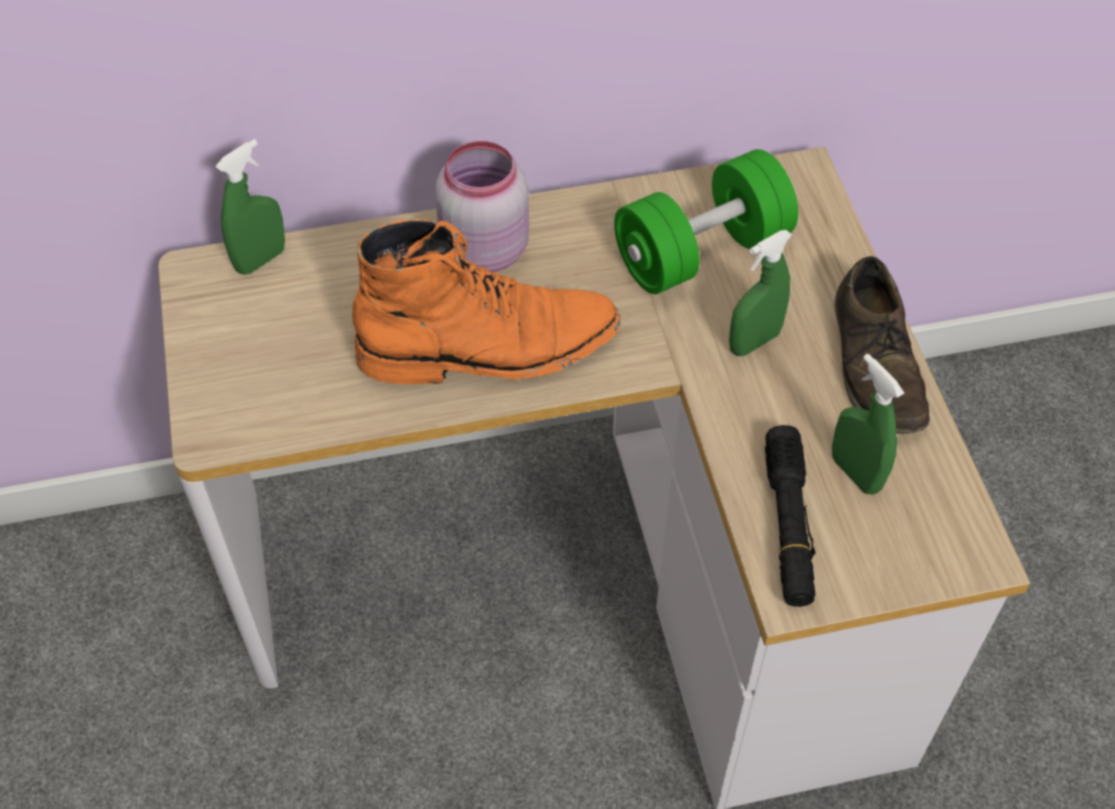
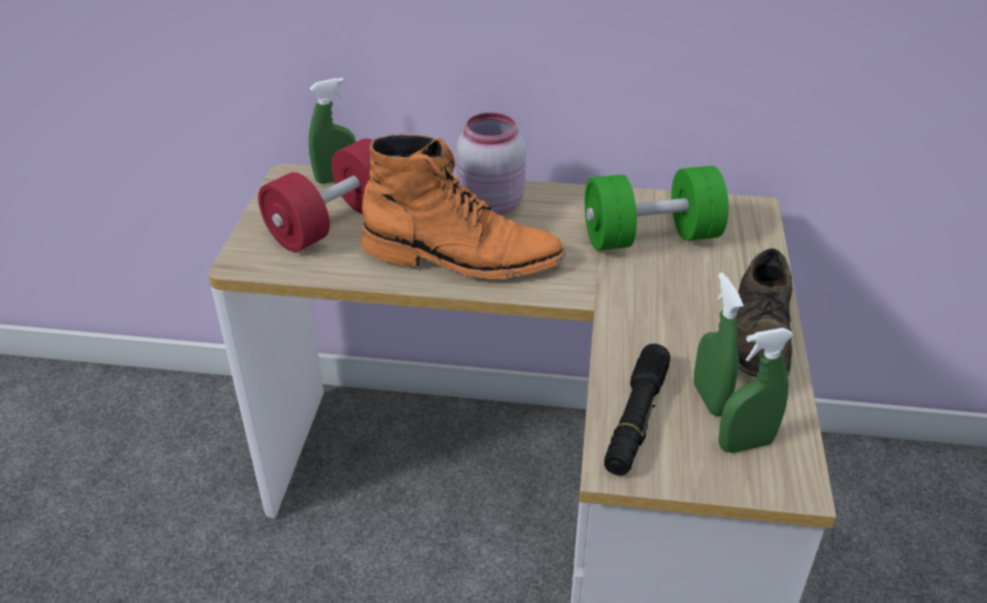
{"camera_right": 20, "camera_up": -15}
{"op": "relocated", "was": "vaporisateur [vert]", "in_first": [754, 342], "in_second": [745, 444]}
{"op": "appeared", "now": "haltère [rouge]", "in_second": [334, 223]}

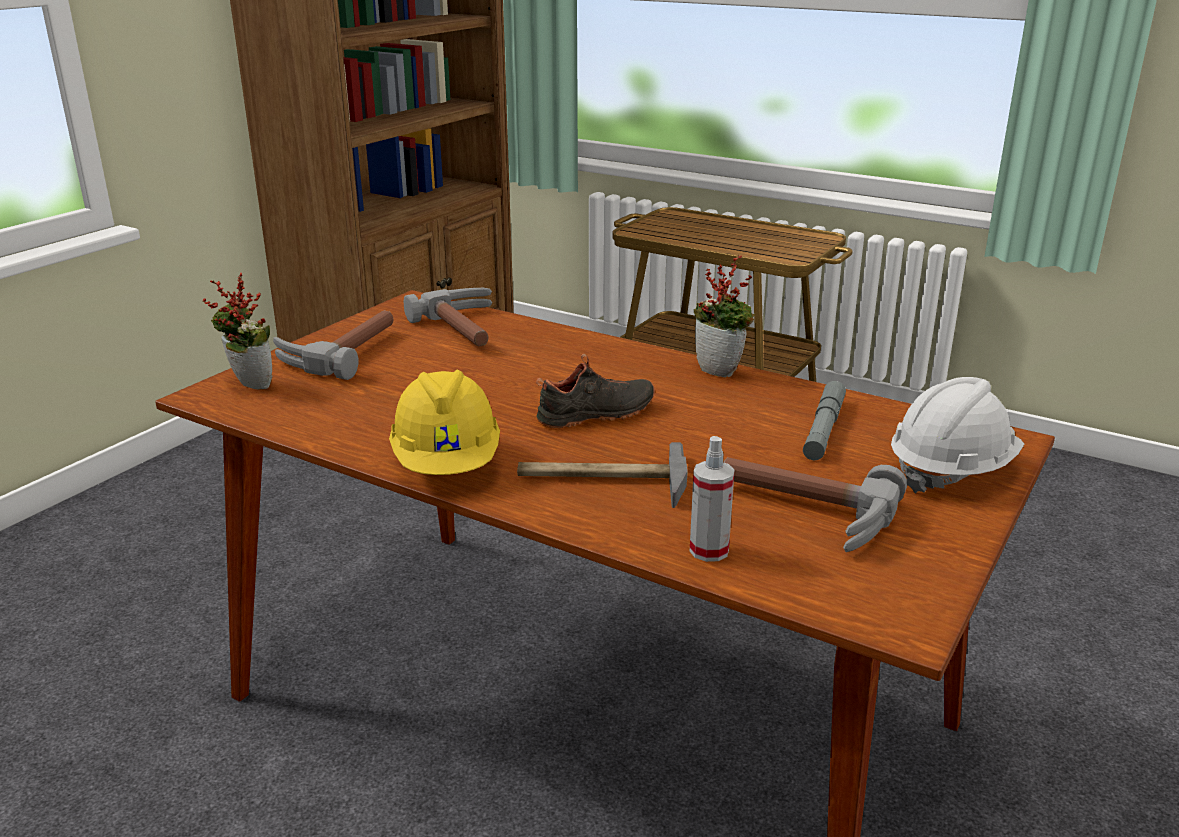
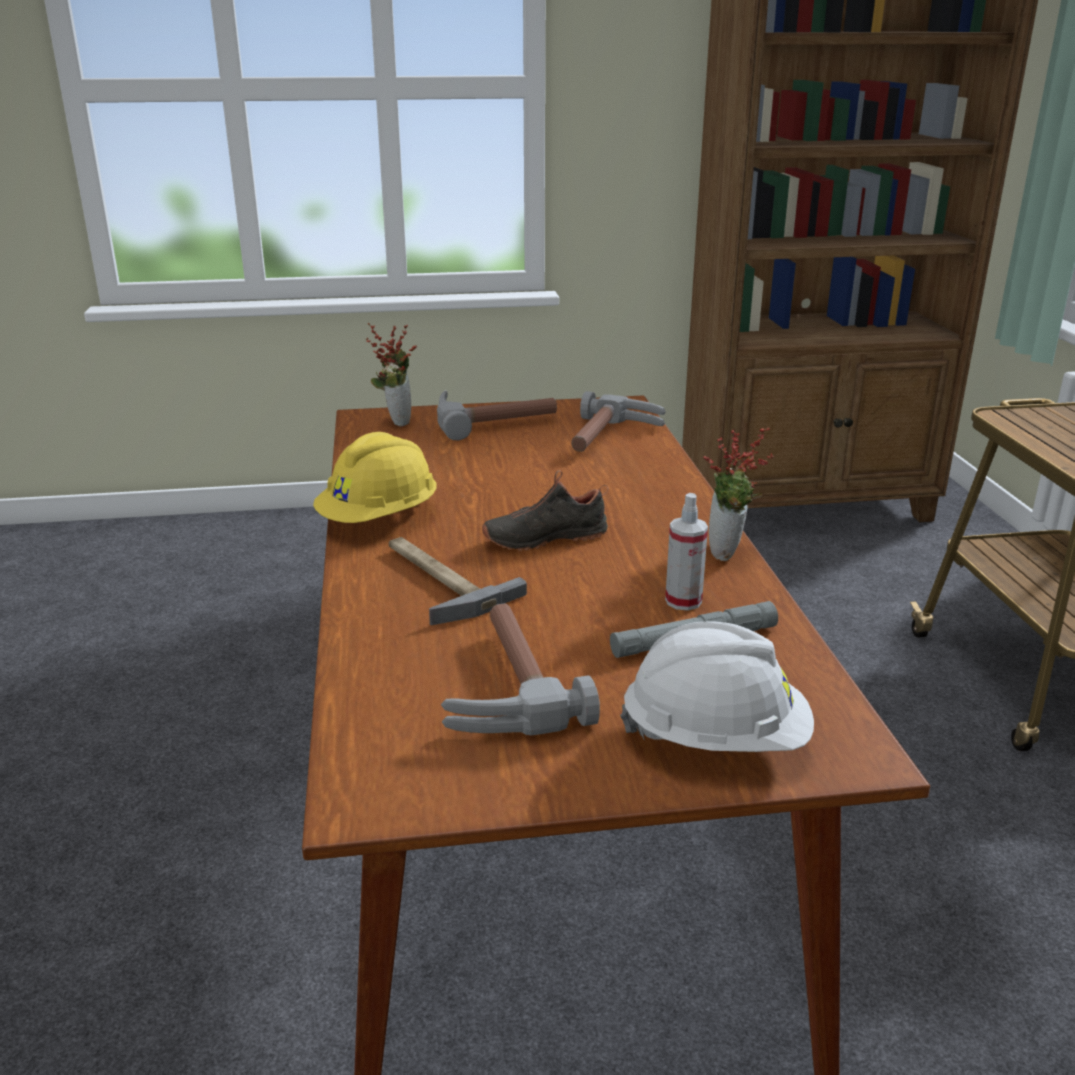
{"camera_right": 50, "camera_up": 0}
{"op": "spun", "was": "chaussure [noir]", "in_first": [597, 415], "in_second": [544, 537], "clockwise": 135}
{"op": "relocated", "was": "vaporisateur", "in_first": [709, 550], "in_second": [683, 601]}

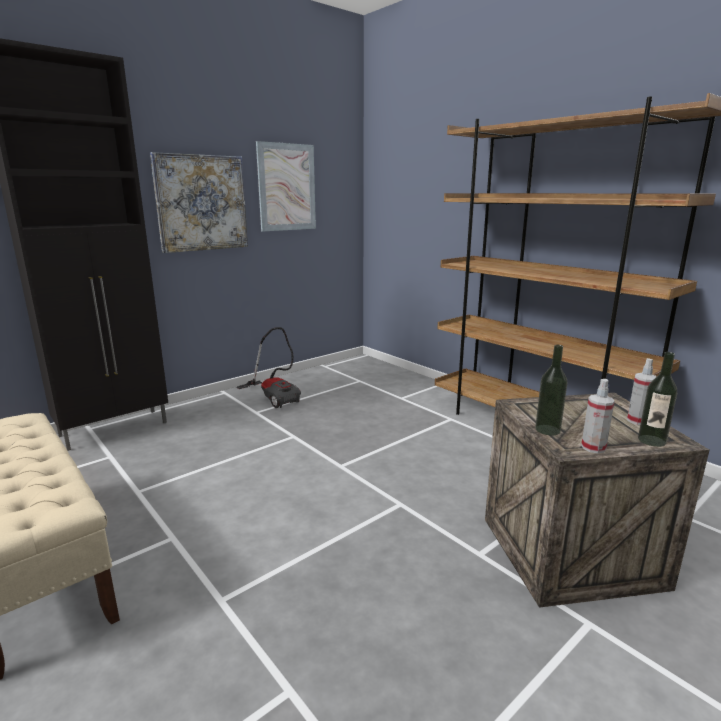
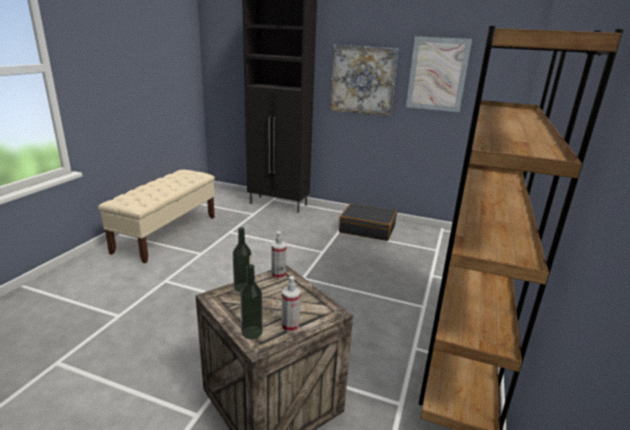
{"camera_right": 60, "camera_up": 5}
{"op": "exchanged", "was": "aspirateur", "now": "valise [noir]", "in_first": [275, 396], "in_second": [367, 229]}
{"op": "relocated", "was": "vaporisateur", "in_first": [593, 447], "in_second": [278, 275]}

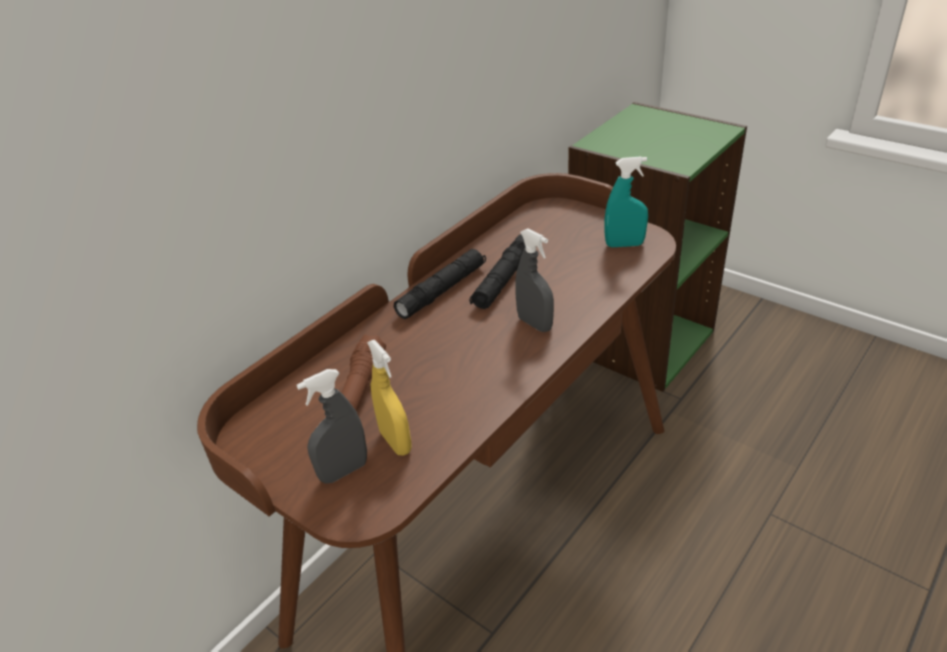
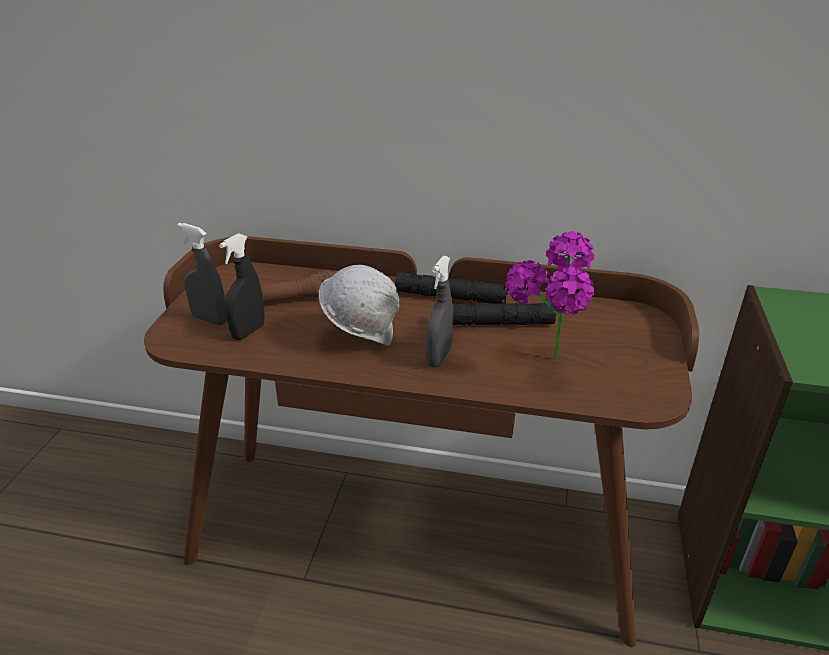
{"camera_right": 60, "camera_up": -5}
{"op": "missing", "was": "vaporisateur [turquoise]", "in_first": [624, 244]}
{"op": "colour", "was": "vaporisateur [jaune]", "now": "vaporisateur [noir]", "in_first": [395, 442], "in_second": [248, 332]}
{"op": "appeared", "now": "plante en pot", "in_second": [544, 366]}
{"op": "appeared", "now": "casque de chantier [blanc]", "in_second": [362, 338]}

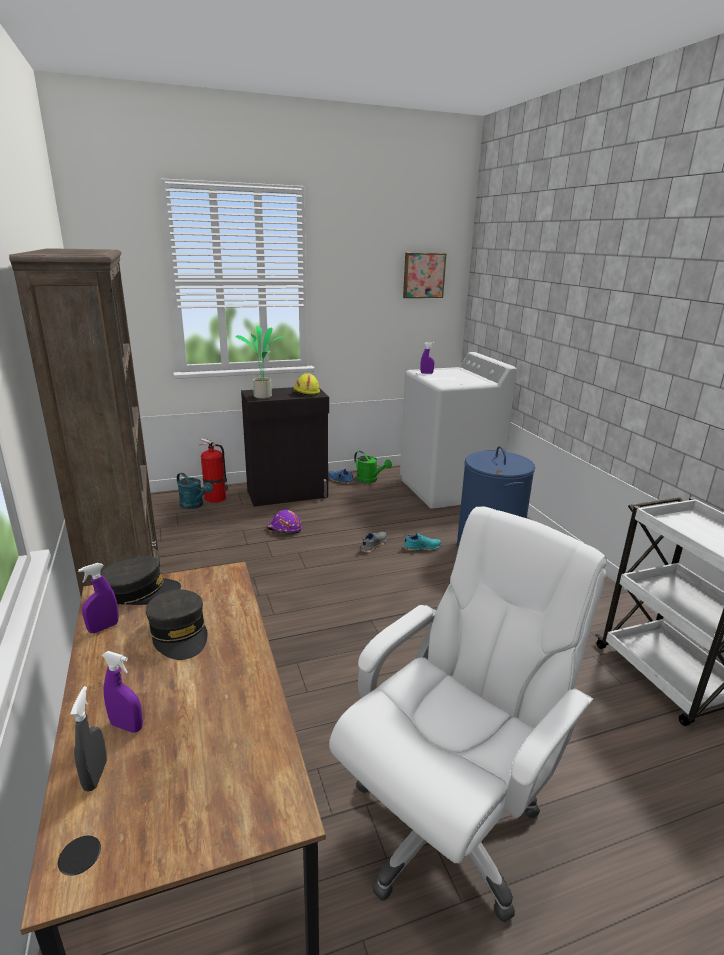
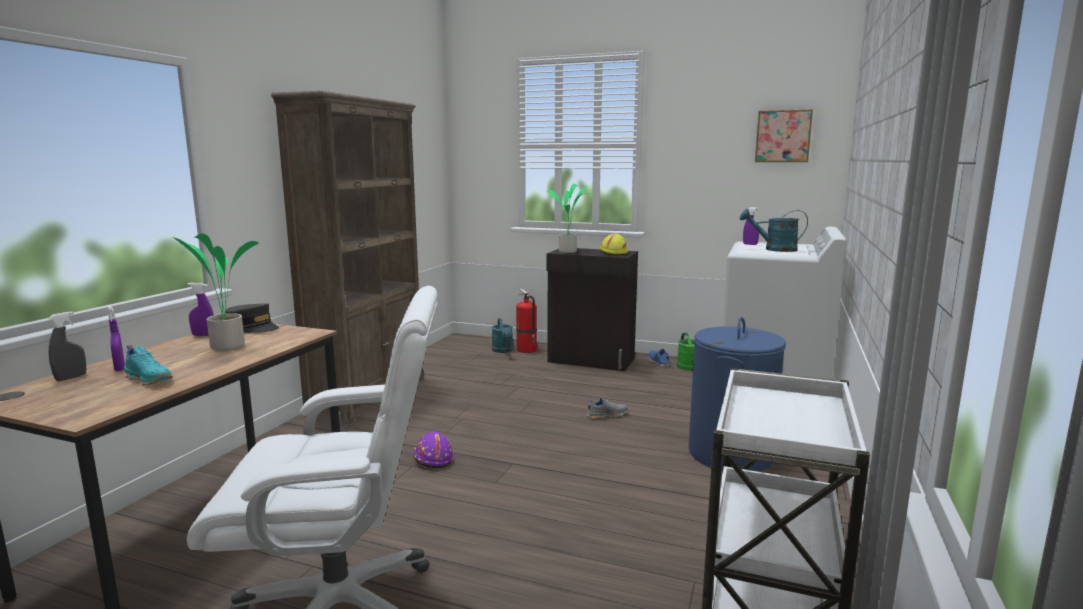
{"camera_right": 40, "camera_up": -10}
{"op": "relocated", "was": "casque de chantier [violet]", "in_first": [284, 529], "in_second": [432, 459]}
{"op": "relocated", "was": "chaussure [turquoise]", "in_first": [421, 547], "in_second": [150, 379]}
{"op": "exchanged", "was": "casquette [gris]", "now": "plante en pot", "in_first": [179, 633], "in_second": [225, 347]}
{"op": "appeared", "now": "arrosoir [turquoise]", "in_second": [774, 249]}

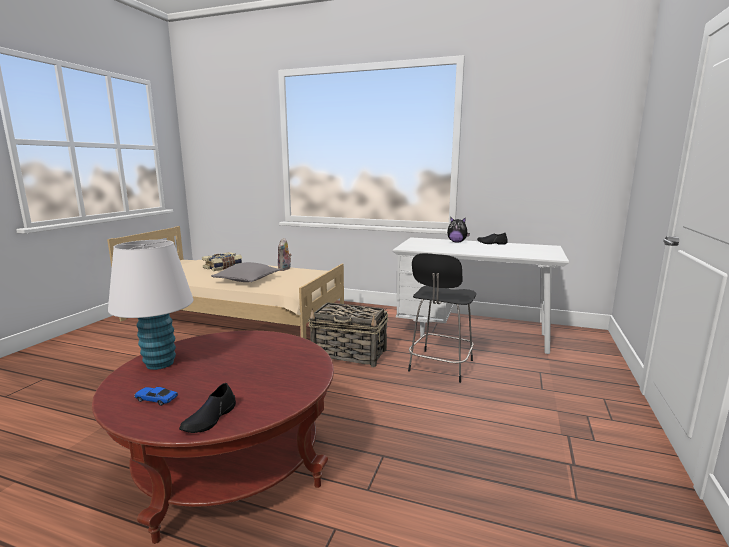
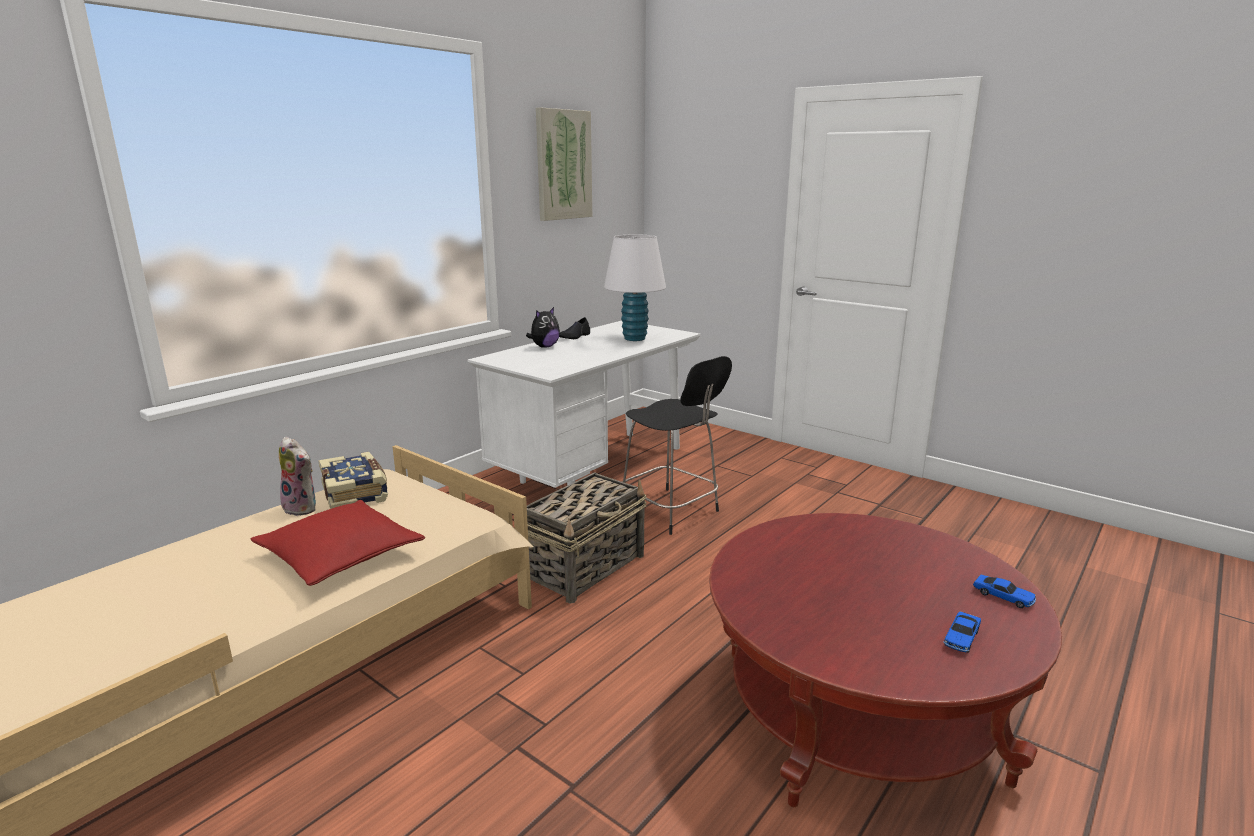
{"camera_right": -70, "camera_up": 5}
{"op": "relocated", "was": "lampe de table [blanc]", "in_first": [159, 363], "in_second": [634, 338]}
{"op": "relocated", "was": "livre", "in_first": [223, 267], "in_second": [356, 493]}
{"op": "colour", "was": "coussin [gris]", "now": "coussin [rouge]", "in_first": [247, 280], "in_second": [340, 555]}
{"op": "exchanged", "was": "chaussure [noir]", "now": "petite voiture", "in_first": [210, 419], "in_second": [1003, 597]}
{"op": "appeared", "now": "tableau", "in_second": [563, 165]}

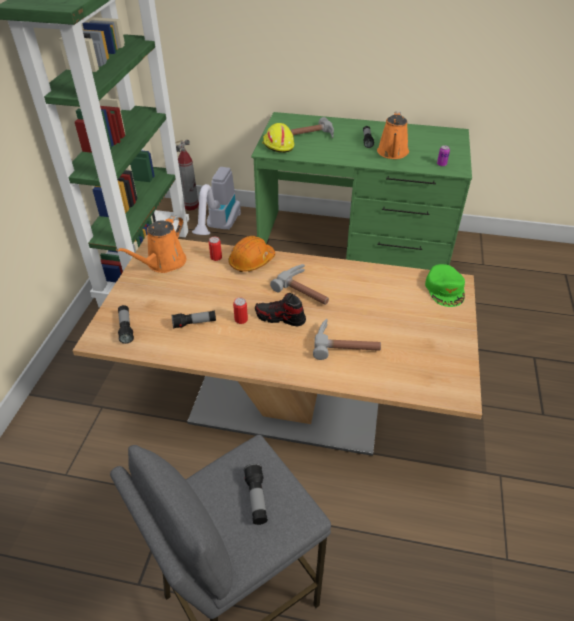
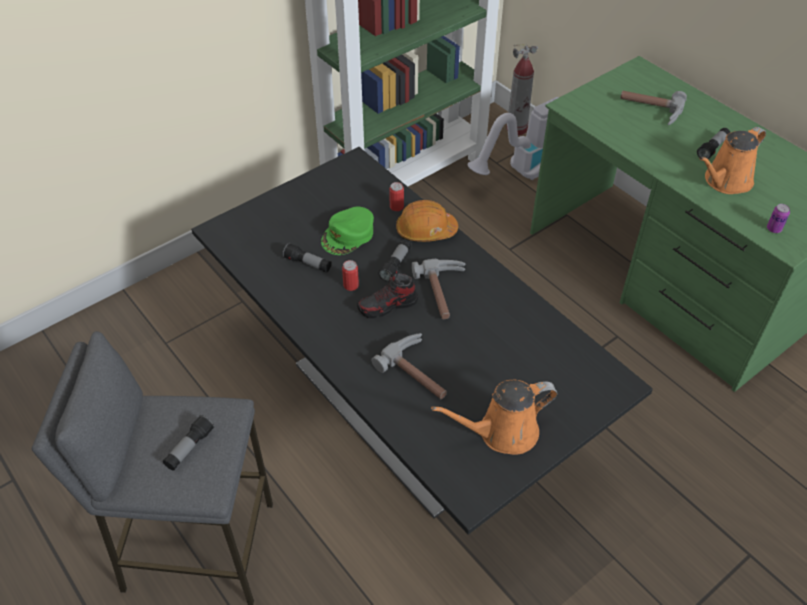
{"camera_right": 40, "camera_up": 5}
{"op": "missing", "was": "casque de chantier [jaune]", "in_first": [277, 145]}
{"op": "relocated", "was": "arrosoir [orange]", "in_first": [163, 263], "in_second": [502, 432]}
{"op": "colour", "was": "table à manger [beige]", "now": "table à manger [noir]", "in_first": [287, 404], "in_second": [403, 409]}
{"op": "relocated", "was": "casquette [vert]", "in_first": [445, 289], "in_second": [348, 235]}
{"op": "spun", "was": "chaussure", "in_first": [280, 318], "in_second": [388, 306], "clockwise": -75}
{"op": "relocated", "was": "lampe de poche", "in_first": [126, 328], "in_second": [396, 265]}

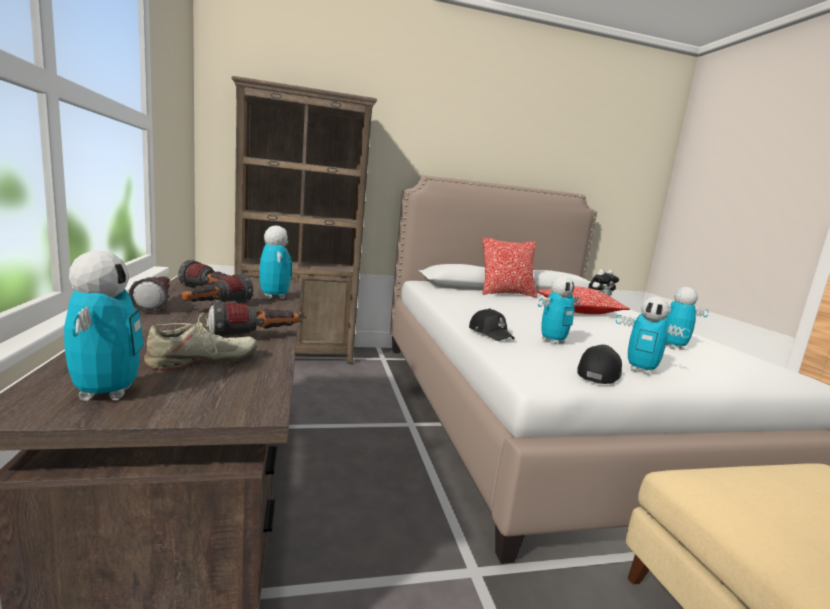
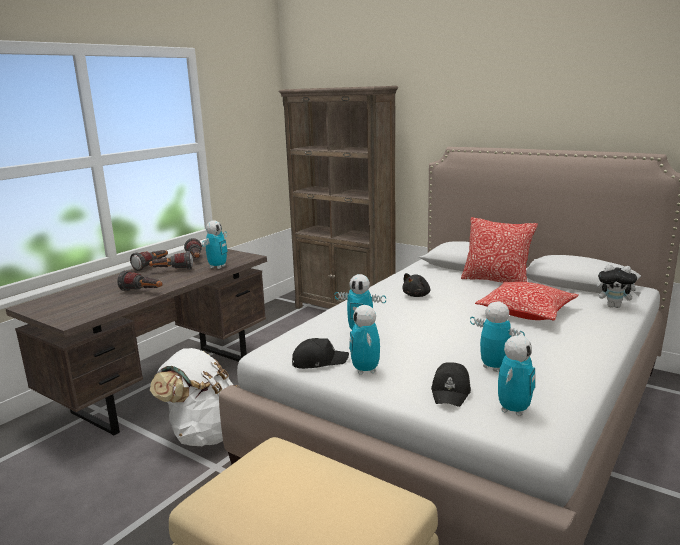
{"camera_right": 50, "camera_up": 5}
{"op": "relocated", "was": "robot jouet", "in_first": [106, 393], "in_second": [513, 410]}
{"op": "relocated", "was": "casquette [noir]", "in_first": [490, 333], "in_second": [451, 391]}
{"op": "missing", "was": "chaussure [beige]", "in_first": [202, 361]}
{"op": "appeared", "now": "peluche [noir]", "in_second": [417, 295]}
{"op": "appeared", "now": "sac à dos [blanc]", "in_second": [206, 434]}

